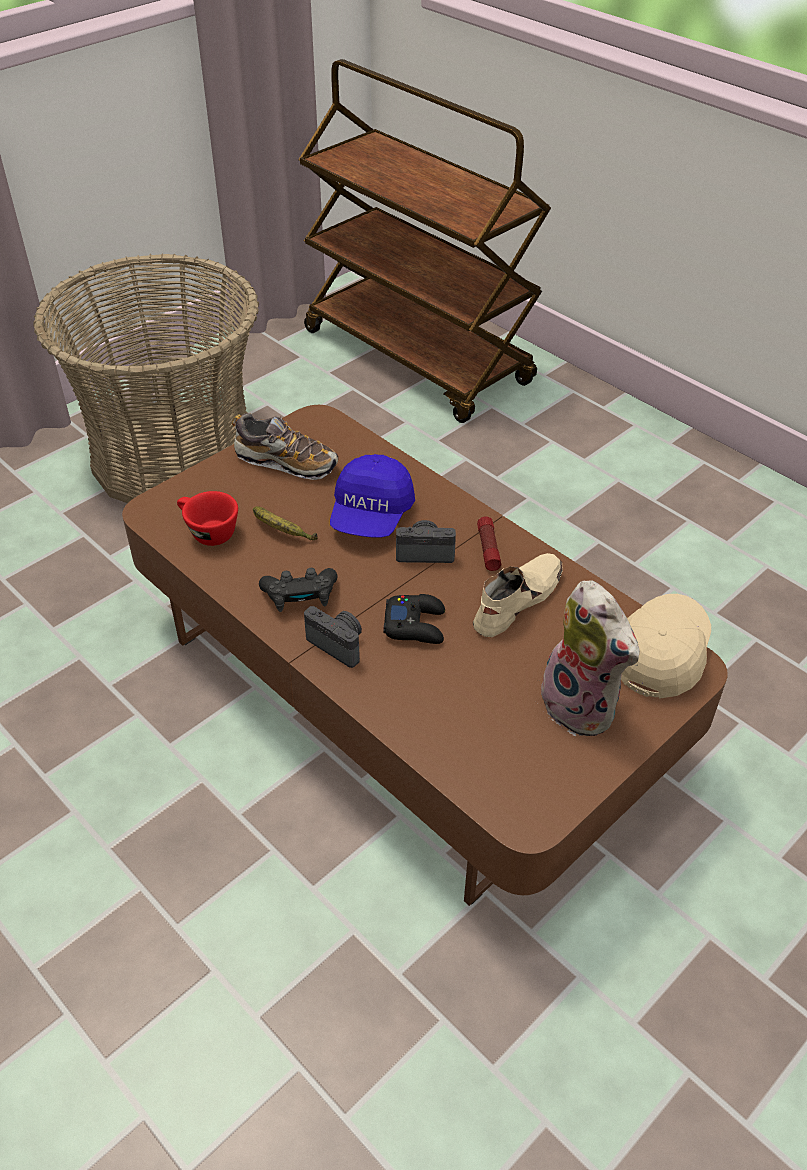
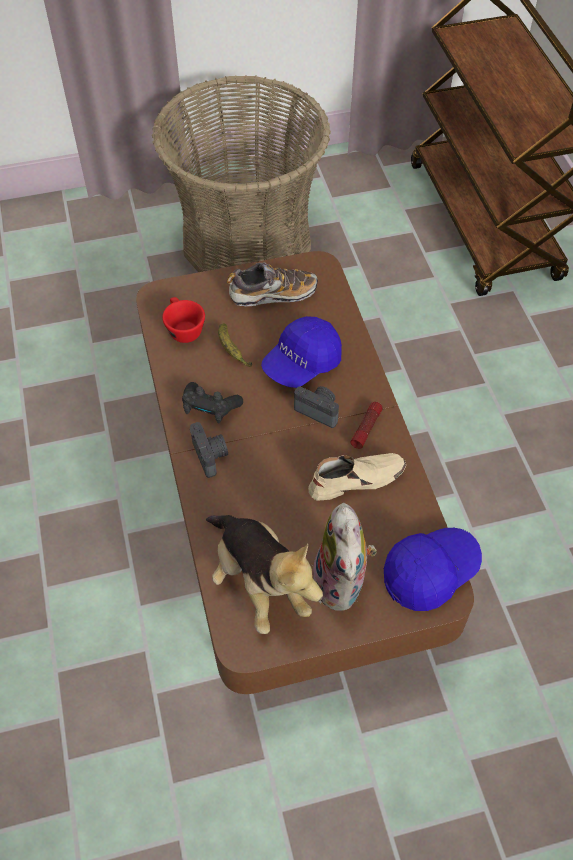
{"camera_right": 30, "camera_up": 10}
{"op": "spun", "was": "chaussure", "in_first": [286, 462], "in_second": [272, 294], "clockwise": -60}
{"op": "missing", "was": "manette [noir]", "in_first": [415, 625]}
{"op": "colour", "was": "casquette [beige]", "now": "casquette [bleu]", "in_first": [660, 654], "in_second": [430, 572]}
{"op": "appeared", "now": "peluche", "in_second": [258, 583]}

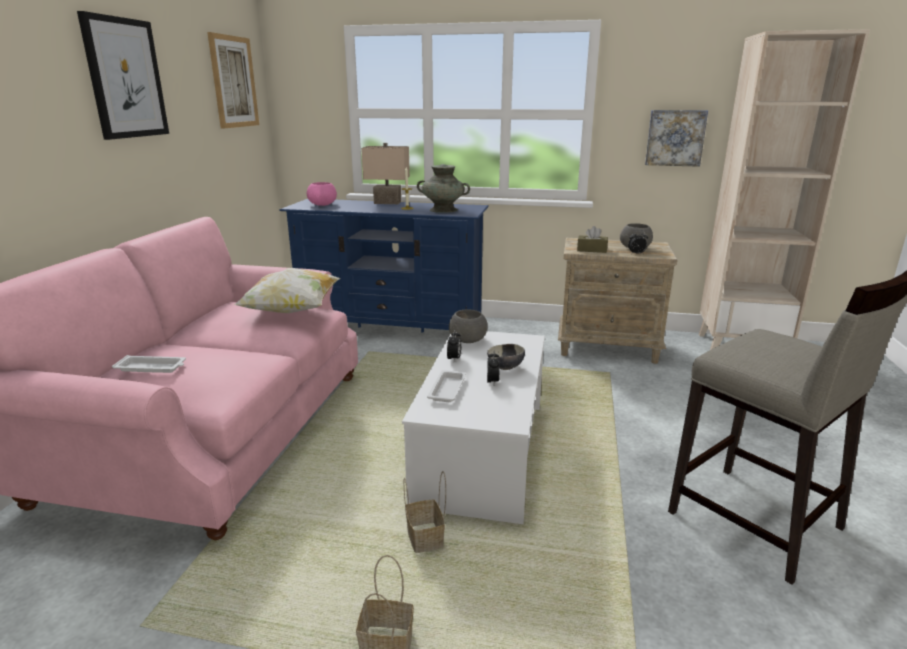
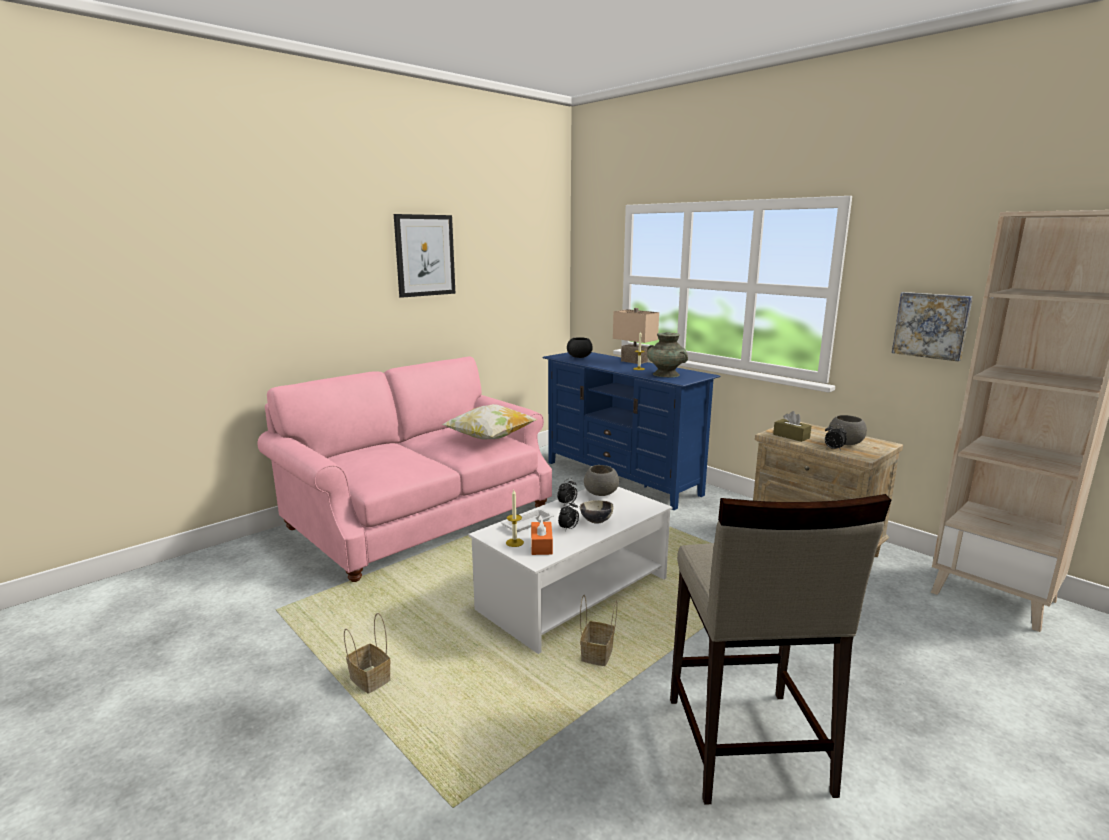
{"camera_right": 35, "camera_up": -5}
{"op": "missing", "was": "tableau", "in_first": [234, 82]}
{"op": "colour", "was": "bol [rose]", "now": "bol [noir]", "in_first": [323, 204], "in_second": [580, 357]}
{"op": "missing", "was": "plateau [blanc]", "in_first": [152, 368]}
{"op": "relocated", "was": "panier", "in_first": [426, 539], "in_second": [597, 656]}
{"op": "appeared", "now": "bougie", "in_second": [514, 542]}
{"op": "appeared", "now": "boîte à mouchoirs [orange]", "in_second": [541, 545]}

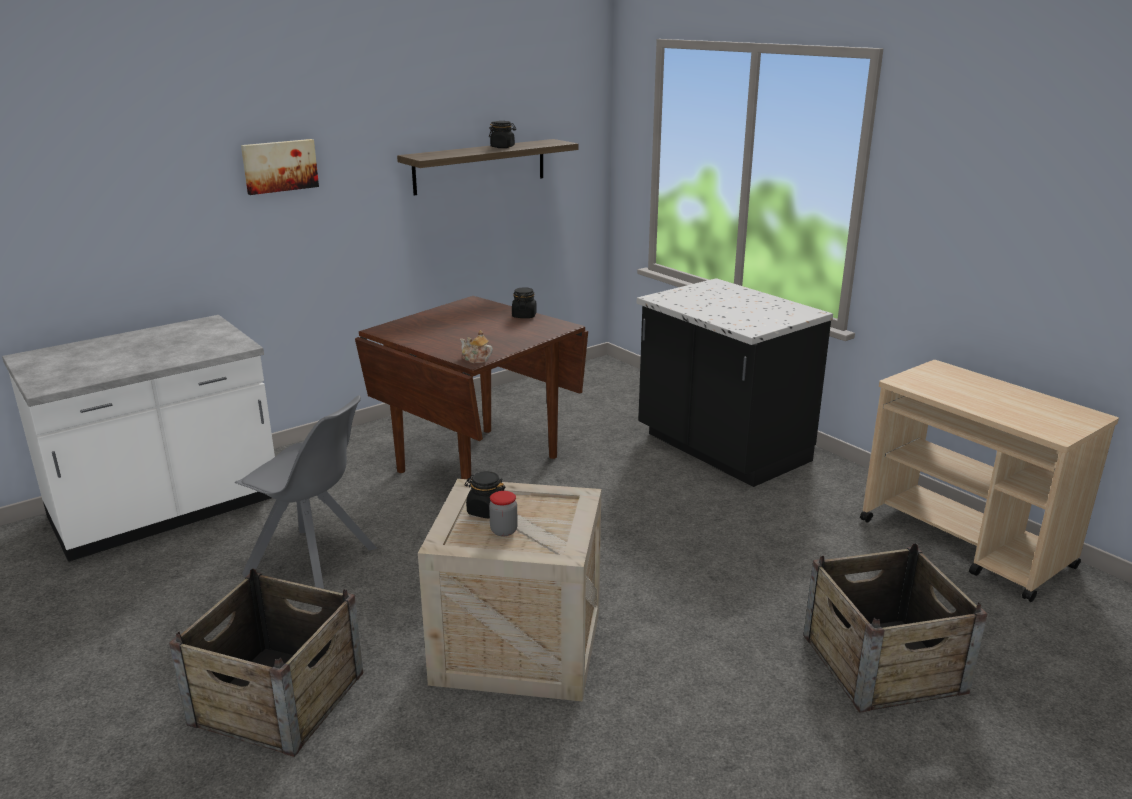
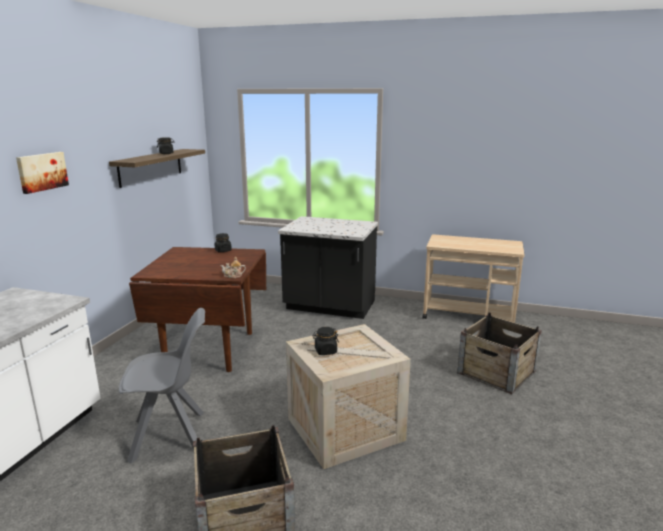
{"camera_right": -35, "camera_up": -5}
{"op": "missing", "was": "bocal", "in_first": [503, 531]}

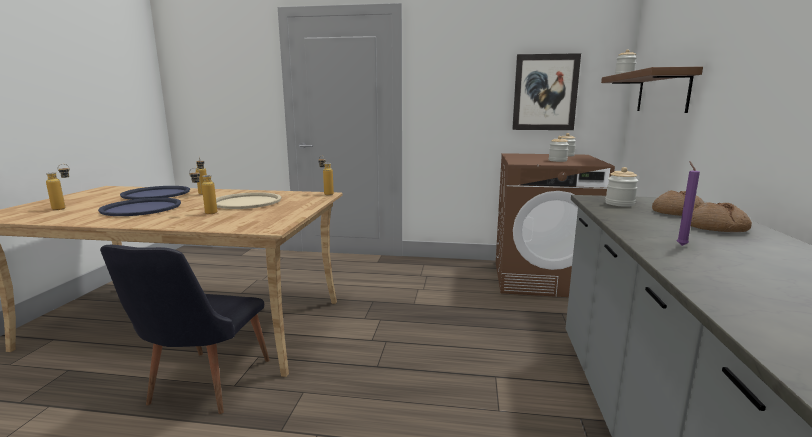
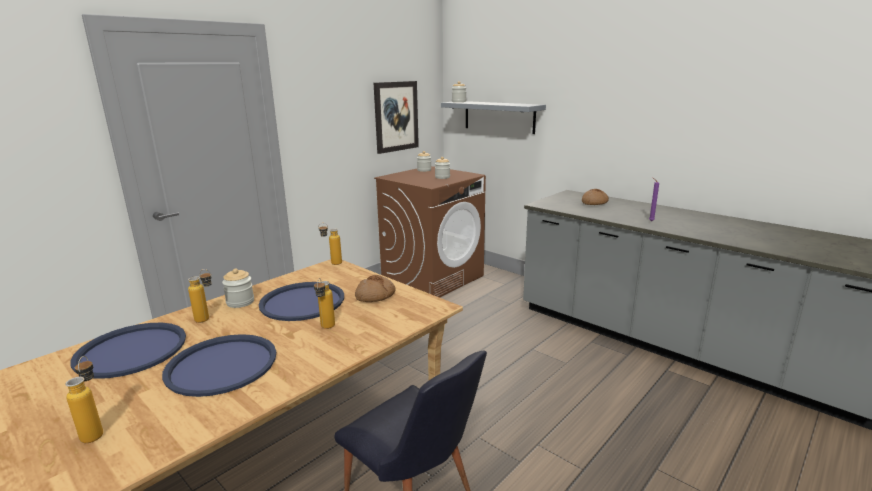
{"camera_right": -55, "camera_up": 5}
{"op": "colour", "was": "étagère [marron]", "now": "étagère [gris]", "in_first": [662, 92], "in_second": [499, 116]}
{"op": "relocated", "was": "bocal", "in_first": [619, 204], "in_second": [240, 302]}
{"op": "colour", "was": "plateau [beige]", "now": "plateau [bleu]", "in_first": [246, 202], "in_second": [302, 302]}
{"op": "relocated", "was": "pain", "in_first": [716, 228], "in_second": [375, 296]}

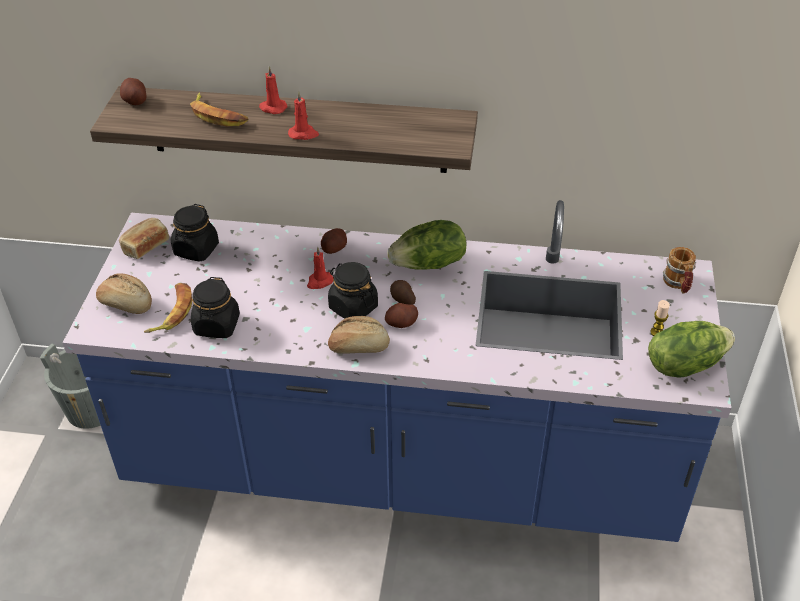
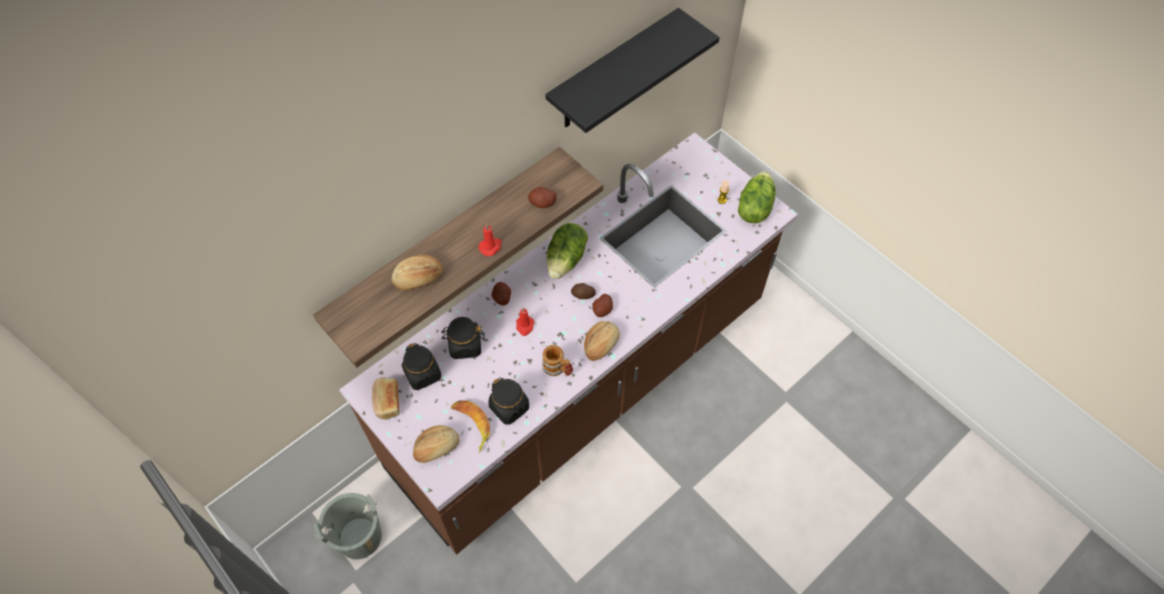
{"camera_right": -50, "camera_up": 15}
{"op": "missing", "was": "bougie [rouge]", "in_first": [272, 108]}
{"op": "relocated", "was": "pomme de terre", "in_first": [135, 101], "in_second": [542, 203]}
{"op": "exchanged", "was": "banane", "now": "pain", "in_first": [218, 115], "in_second": [418, 279]}
{"op": "colour", "was": "comptoir de cuisine [bleu]", "now": "comptoir de cuisine [marron]", "in_first": [401, 465], "in_second": [582, 386]}
{"op": "relocated", "was": "mug", "in_first": [678, 284], "in_second": [558, 369]}
{"op": "relocated", "was": "bocal [noir]", "in_first": [353, 307], "in_second": [465, 346]}
{"op": "appeared", "now": "étagère [noir]", "in_second": [613, 72]}

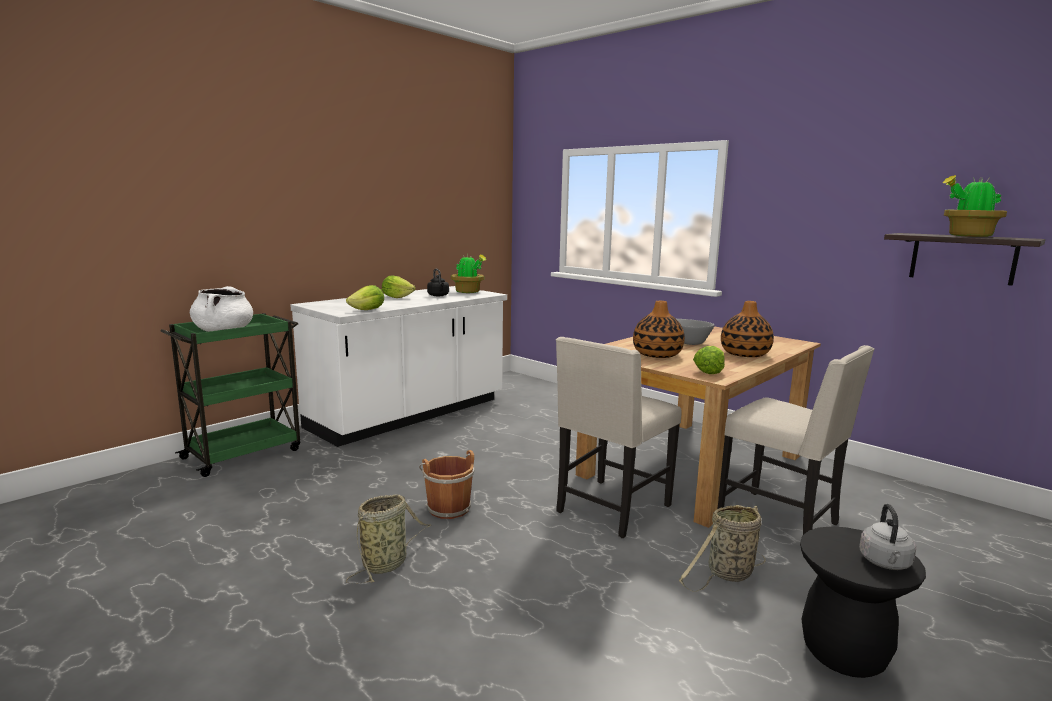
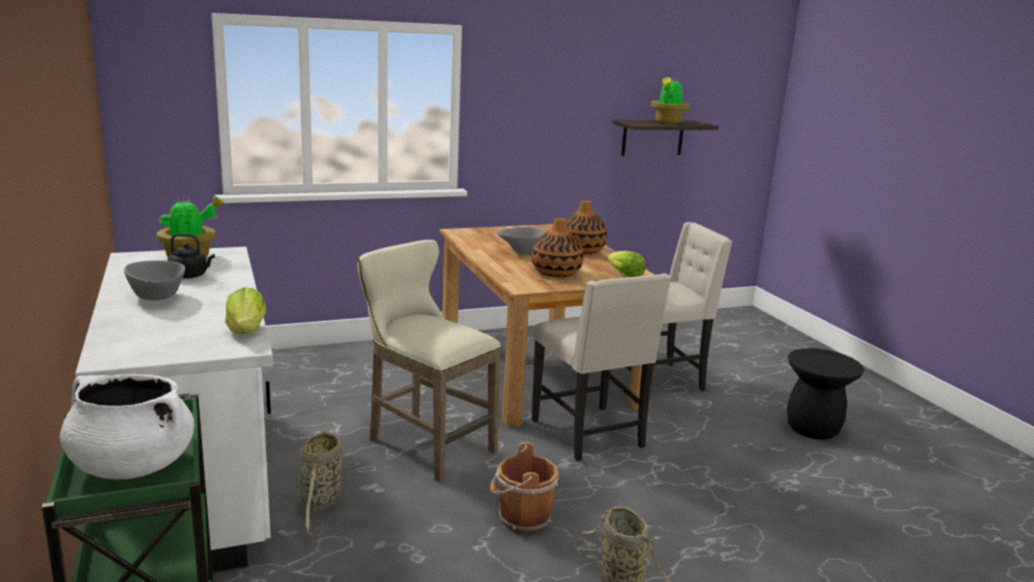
{"camera_right": -65, "camera_up": 5}
{"op": "exchanged", "was": "laitue", "now": "bol [gris]", "in_first": [397, 297], "in_second": [157, 298]}
{"op": "missing", "was": "bouilloire [gris]", "in_first": [885, 563]}
{"op": "relocated", "was": "panier", "in_first": [727, 574], "in_second": [320, 504]}
{"op": "appeared", "now": "tabouret [beige]", "in_second": [425, 444]}

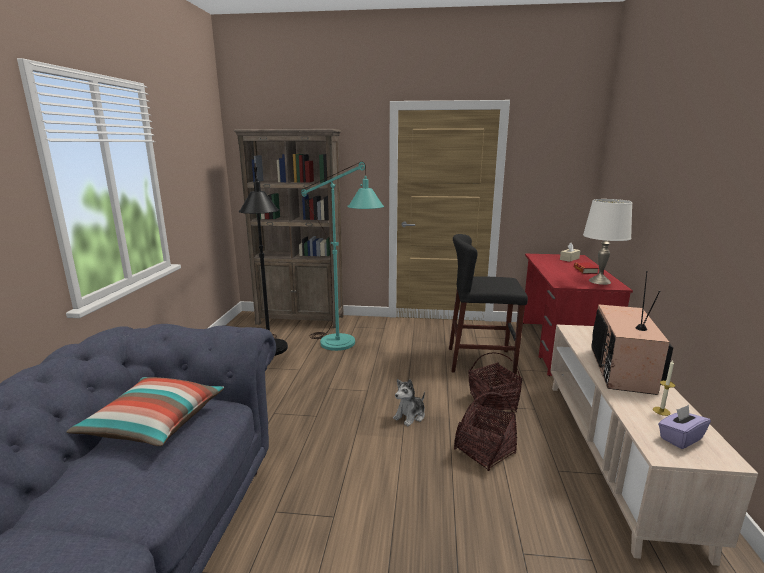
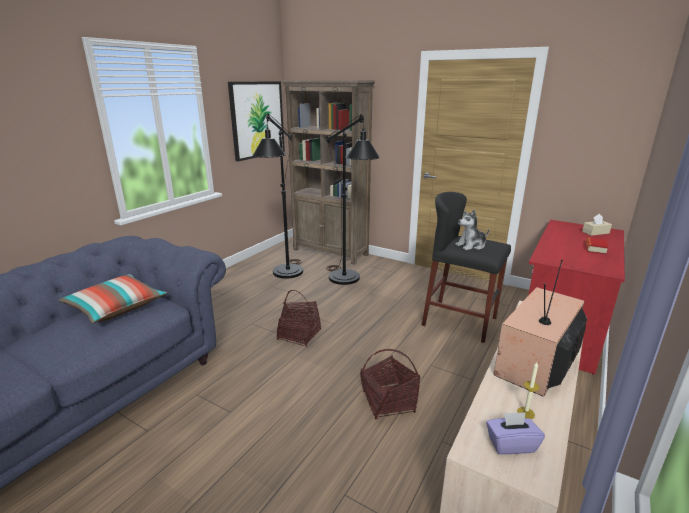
{"camera_right": 25, "camera_up": 5}
{"op": "colour", "was": "lampadaire [turquoise]", "now": "lampadaire [noir]", "in_first": [345, 345], "in_second": [348, 281]}
{"op": "missing", "was": "lampe de table [blanc]", "in_first": [599, 281]}
{"op": "relocated", "was": "panier", "in_first": [492, 403], "in_second": [299, 334]}
{"op": "relocated", "was": "peluche", "in_first": [410, 416], "in_second": [471, 246]}
{"op": "appeared", "now": "tableau", "in_second": [257, 119]}

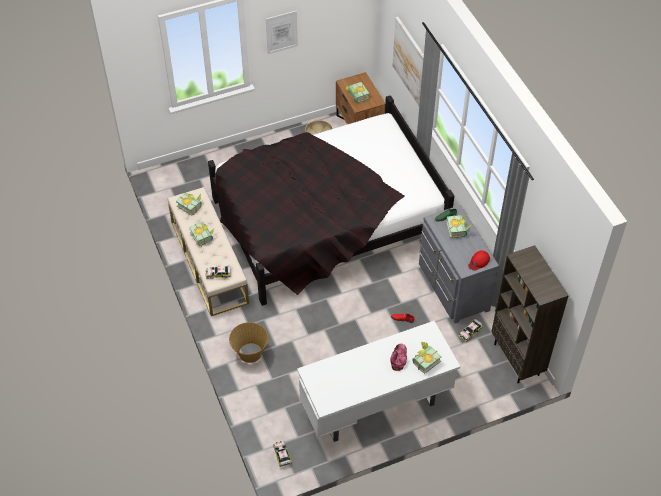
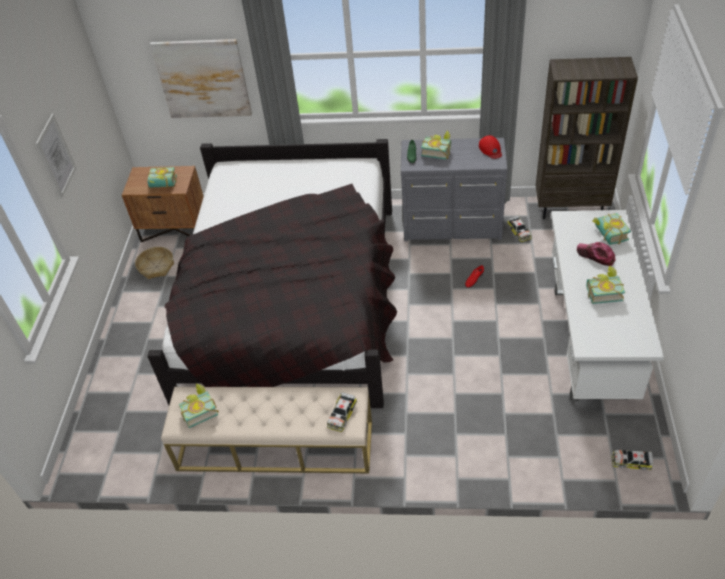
{"camera_right": -60, "camera_up": -5}
{"op": "relocated", "was": "livre", "in_first": [204, 236], "in_second": [603, 292]}
{"op": "missing", "was": "panier", "in_first": [250, 353]}

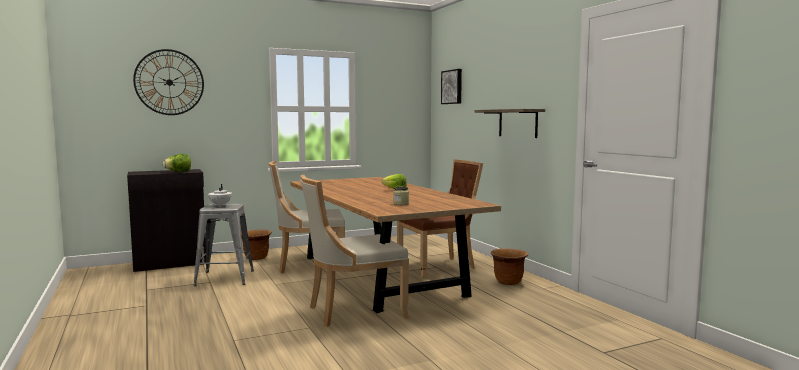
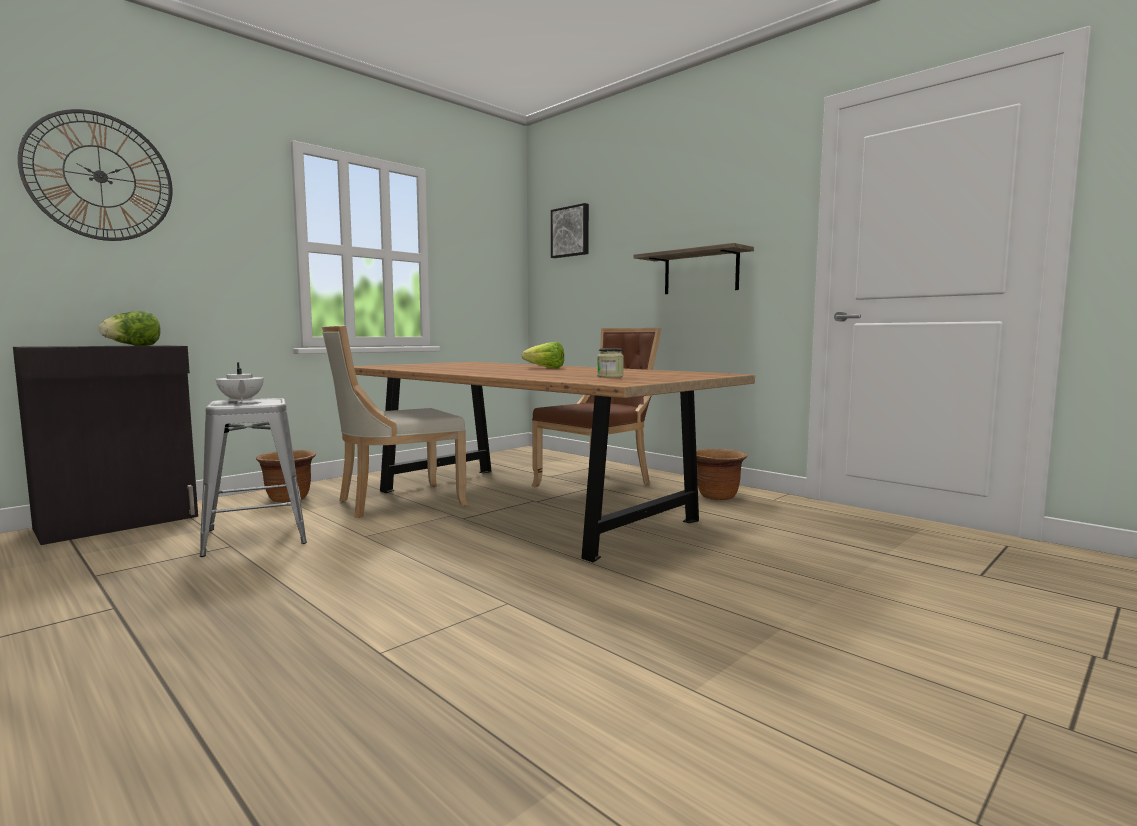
{"camera_right": -20, "camera_up": 0}
{"op": "missing", "was": "chaise [beige]", "in_first": [352, 311]}

